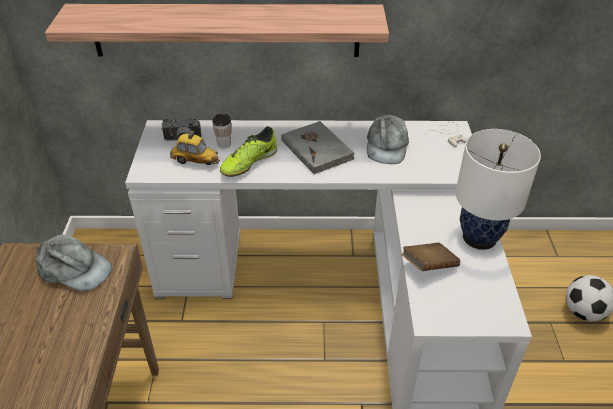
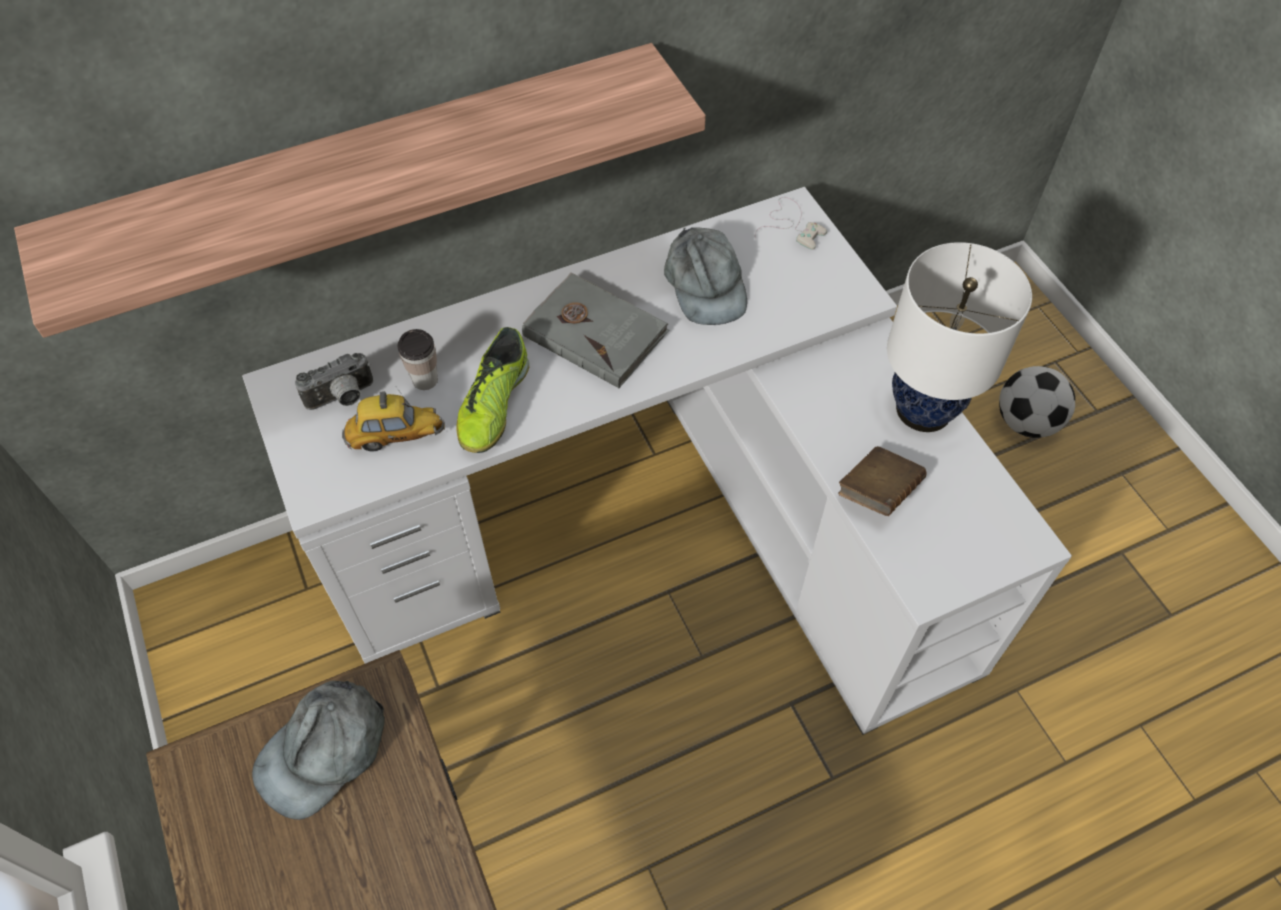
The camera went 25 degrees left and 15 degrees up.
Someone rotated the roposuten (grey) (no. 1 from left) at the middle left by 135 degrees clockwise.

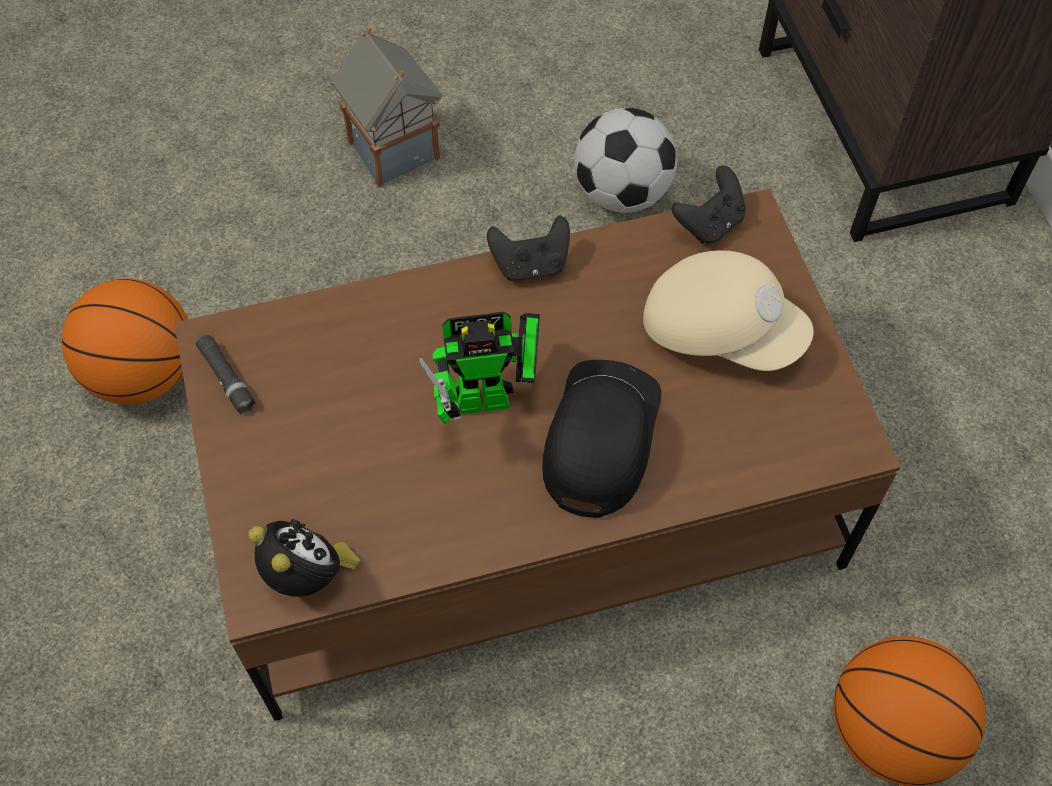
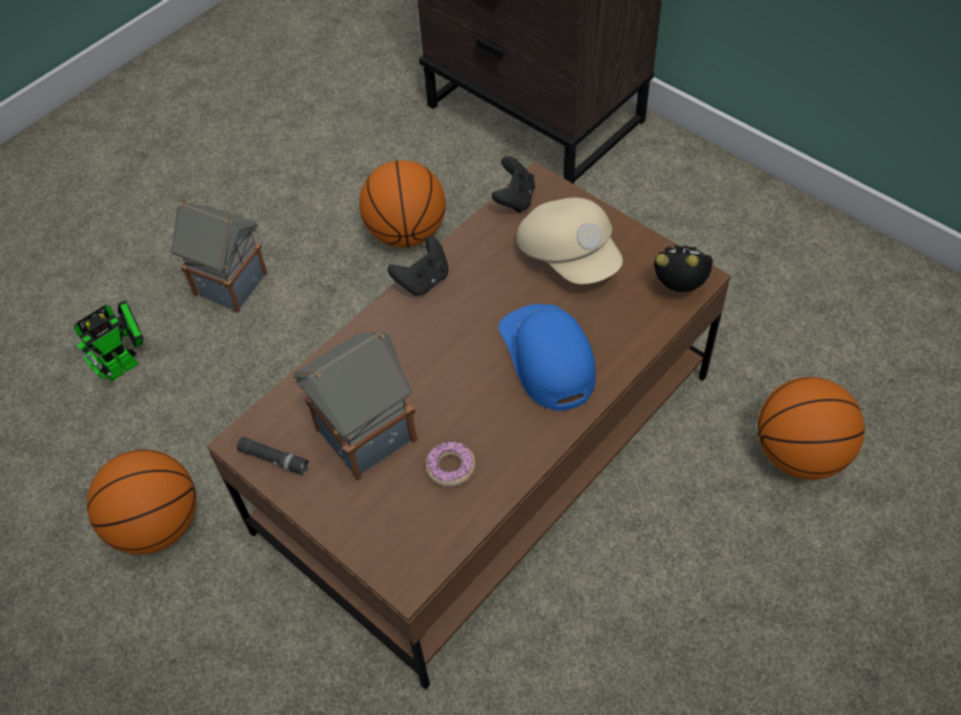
The camera went 30 degrees left and 5 degrees down.
Someone swapped the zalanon at the top centre for the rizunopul (no. 2 from left) at the top centre.
Someone rotated the roposuten (beige) at the middle right by 60 degrees clockwise.
Someone carried the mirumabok from the centre to the middle left.
Someone repainted the roposuten (black) at the centre, which became the roposuten (blue) at the centre.
Someone carried the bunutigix from the bottom left to the middle right.
Someone put down the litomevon (no. 2 from left) at the centre.
Someone put down the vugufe at the centre.

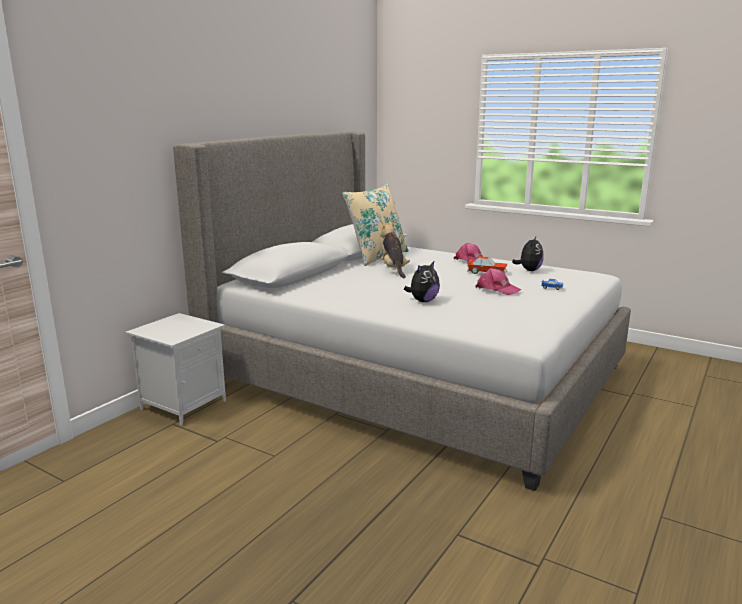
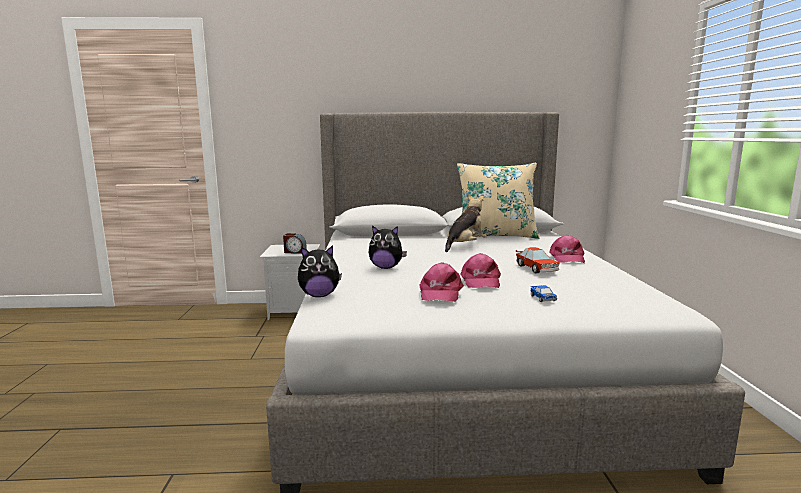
The camera went 55 degrees right and 5 degrees down.
Someone carried the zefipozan (no. 3 from left in the first image) from the middle right to the centre.
Someone put down the bunutigix at the centre.
Someone put down the roposuten (pink) (no. 1 from left) at the centre.

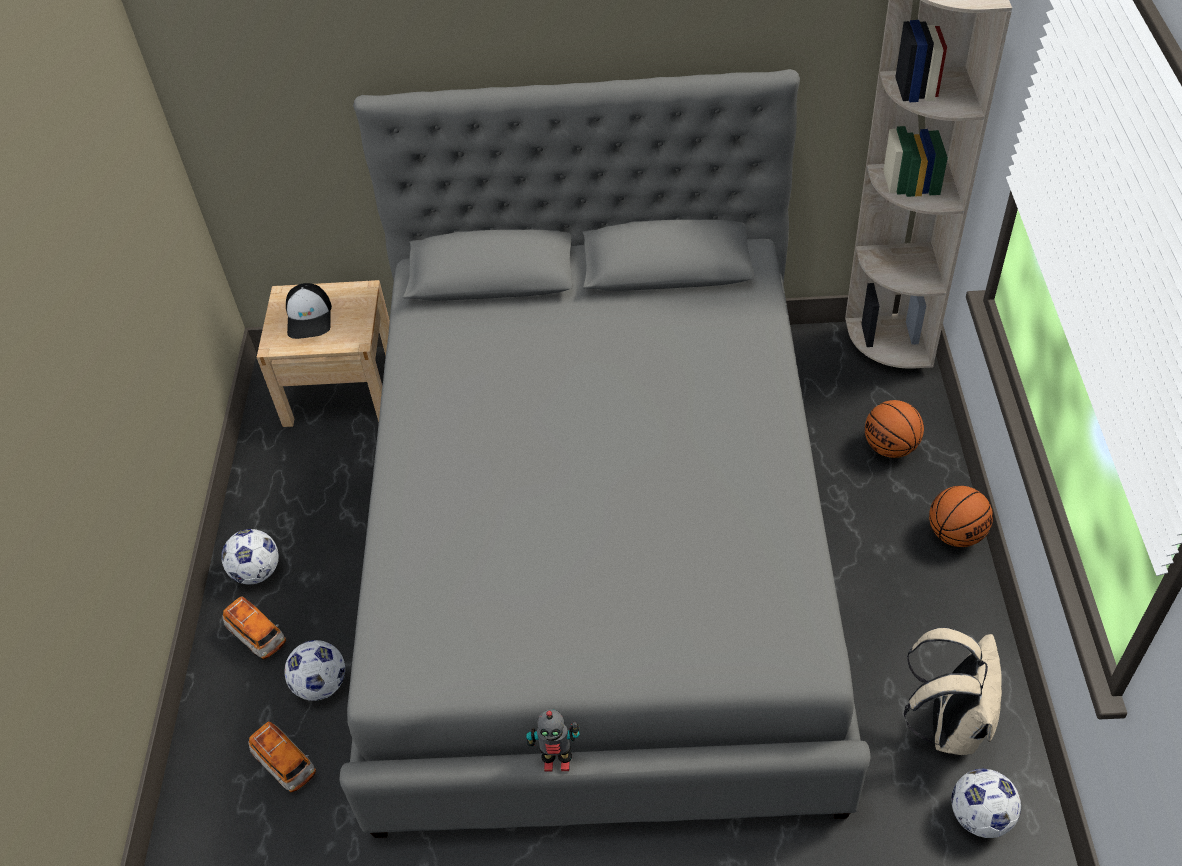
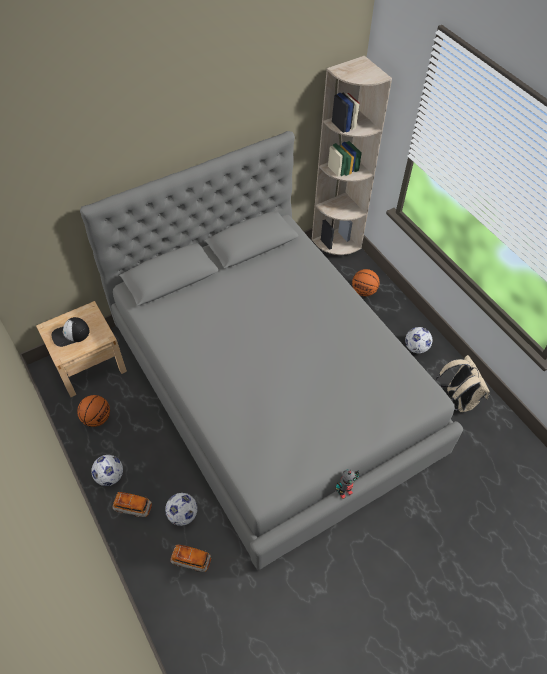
The camera went 35 degrees left and 5 degrees up.
Someone rotated the roposuten at the middle left by 105 degrees clockwise.
Someone carried the rizunopul (no. 2 from left in the first image) from the middle right to the middle left.
Someone carried the zalanon (no. 3 from left) from the bottom right to the middle right.

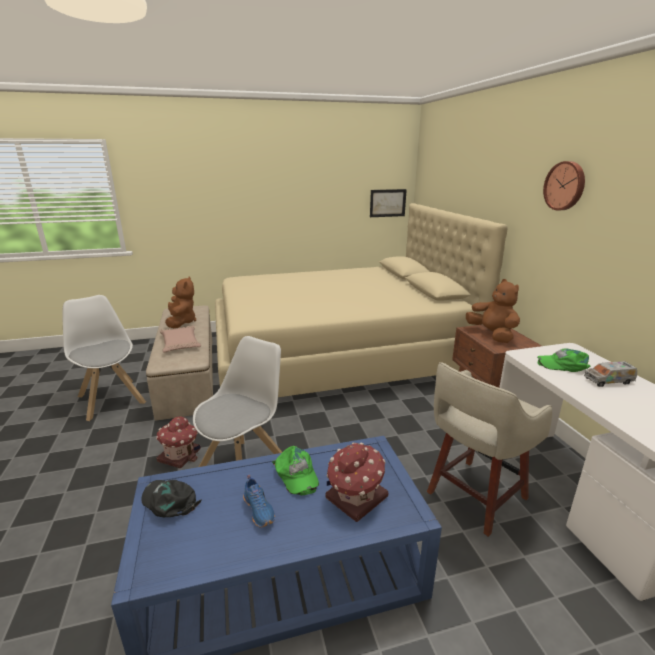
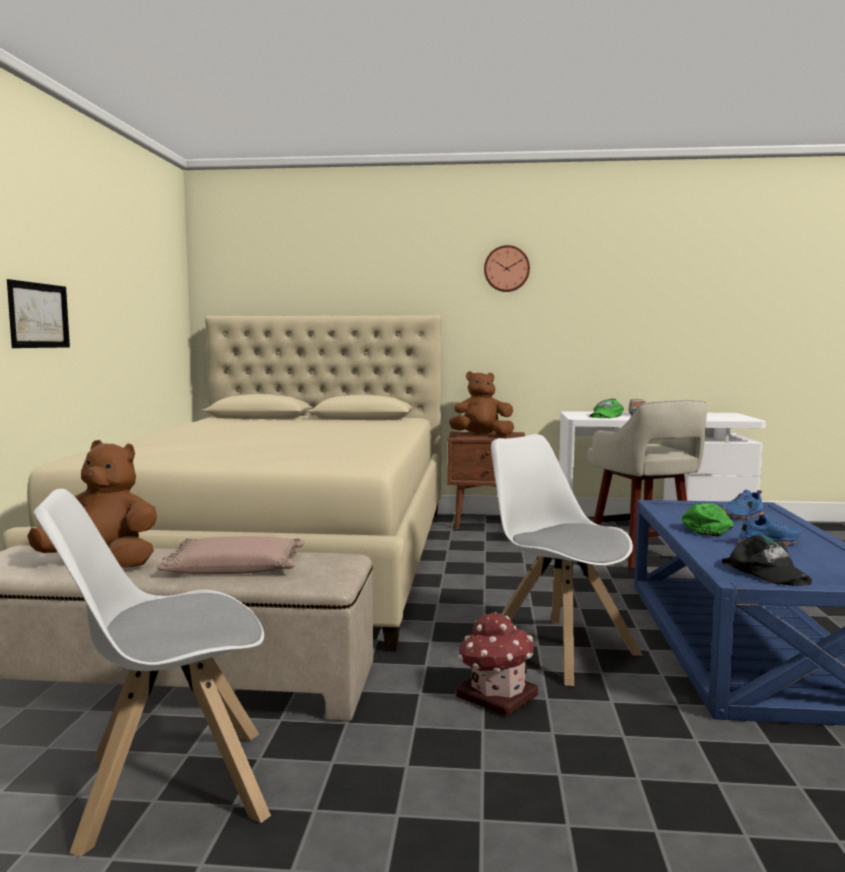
The camera went 70 degrees left and 15 degrees down.
Someone carried the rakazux from the top centre to the middle left.
Someone swapped the litomevon (no. 2 from left) at the bottom centre for the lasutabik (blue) (no. 1 from left) at the middle right.
Someone rotated the roposuten (green) (no. 1 from left in the first image) at the bottom centre by 45 degrees counterclockwise.
Someone rotated the roposuten (black) at the bottom left by 75 degrees counterclockwise.

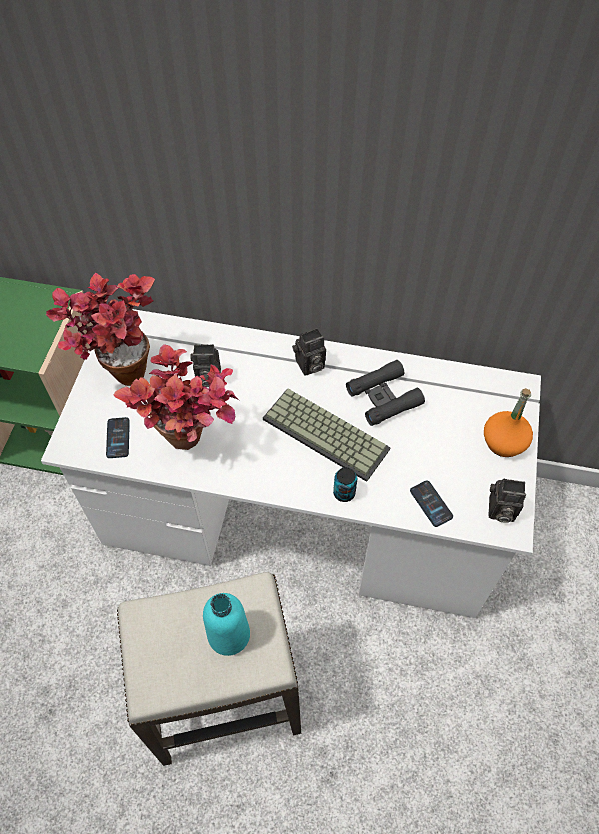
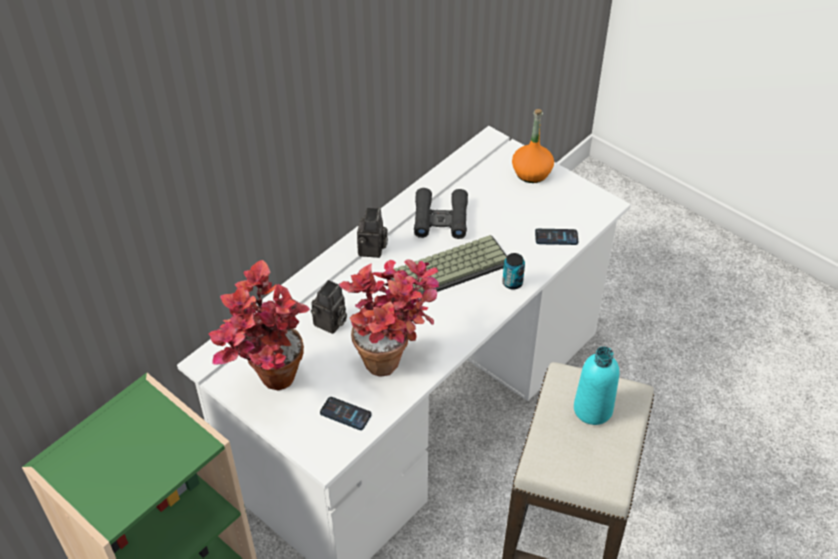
The camera went 60 degrees left and 10 degrees down.
Someone took away the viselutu (no. 3 from left) at the middle right.

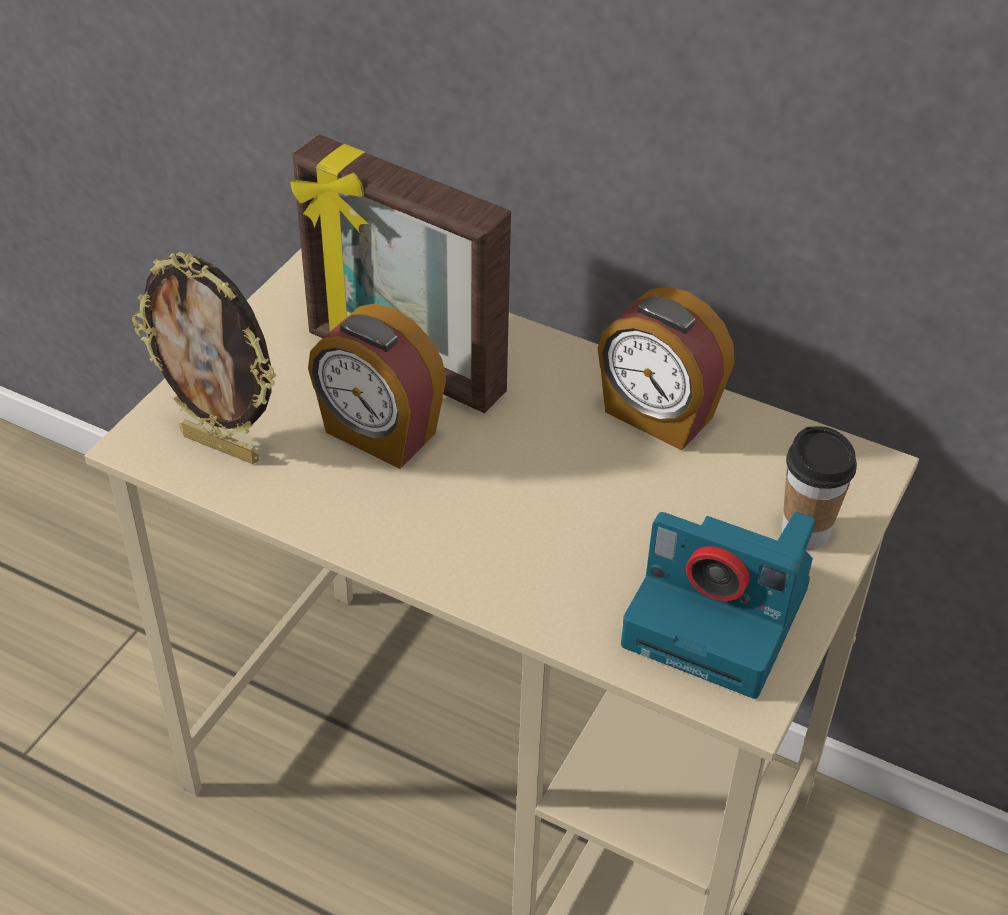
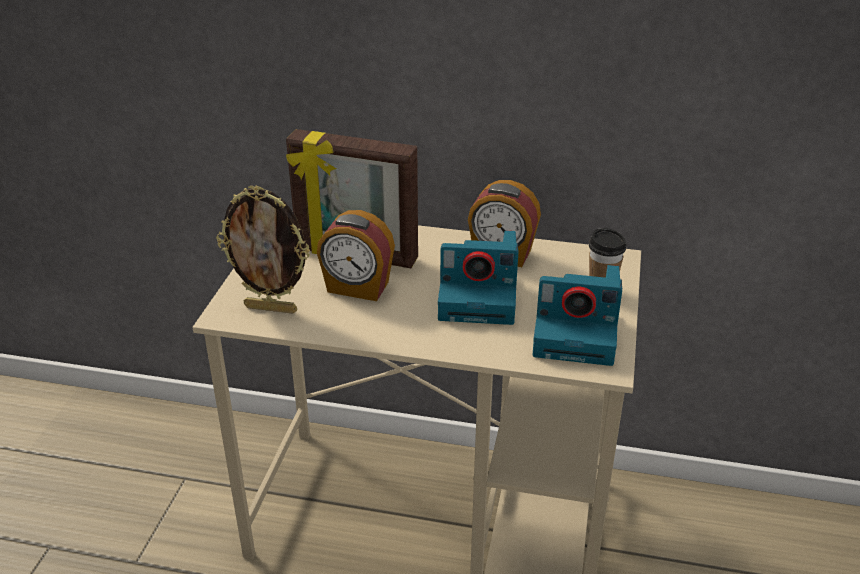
The camera went 15 degrees left and 10 degrees down.
Someone put down the viselutu (no. 1 from left) at the centre.

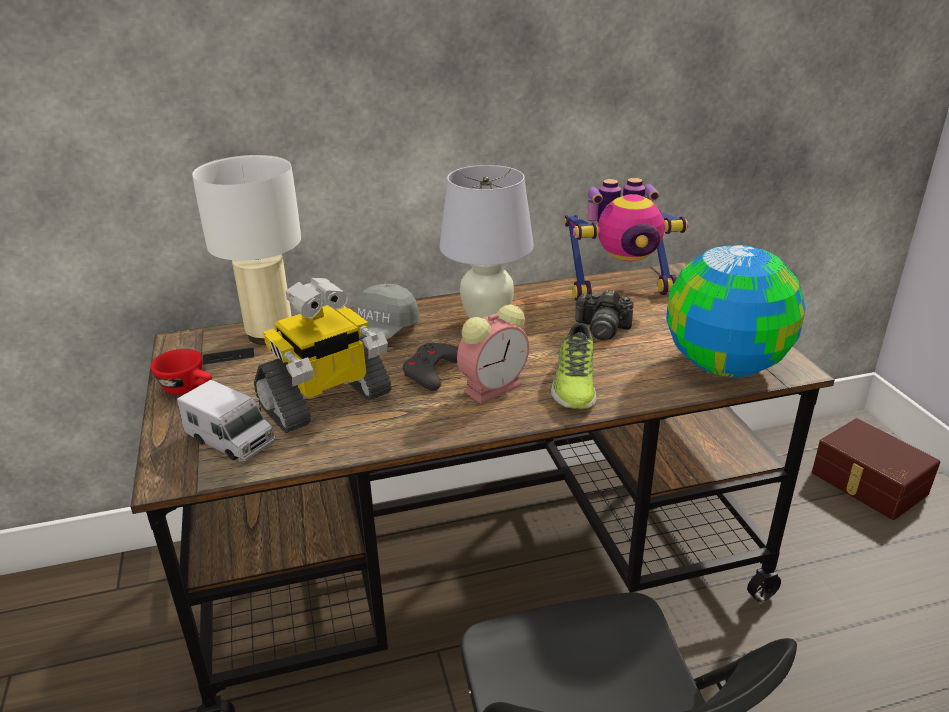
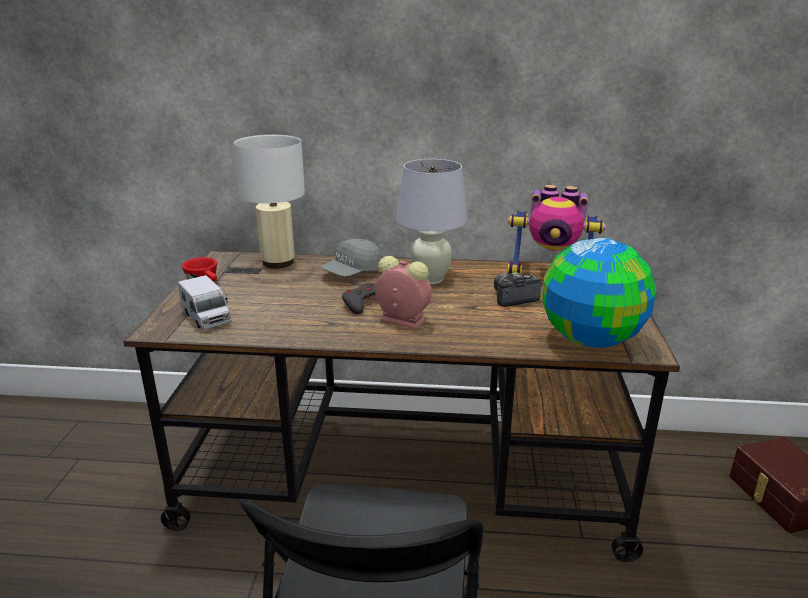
The camera went 20 degrees right and 5 degrees down.
Someone took away the mirumabok (no. 1 from left) at the centre.
Someone rotated the viselutu at the centre by 120 degrees clockwise.
Someone rotated the bunutigix at the centre by 135 degrees counterclockwise.
Someone took away the lasutabik at the centre.

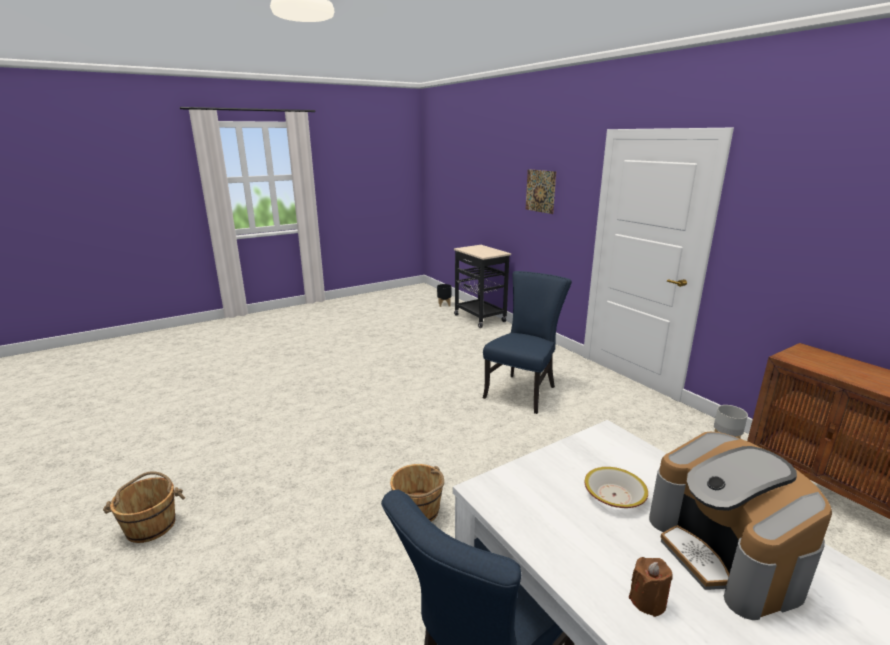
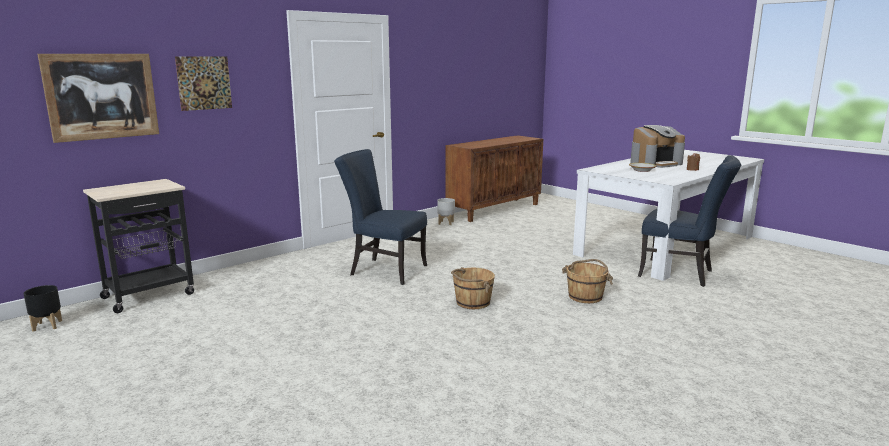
The camera went 100 degrees left and 5 degrees down.
Someone carried the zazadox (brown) (no. 1 from left) from the bottom left to the centre.
Someone put up the rakazux (no. 1 from left) at the top left.

